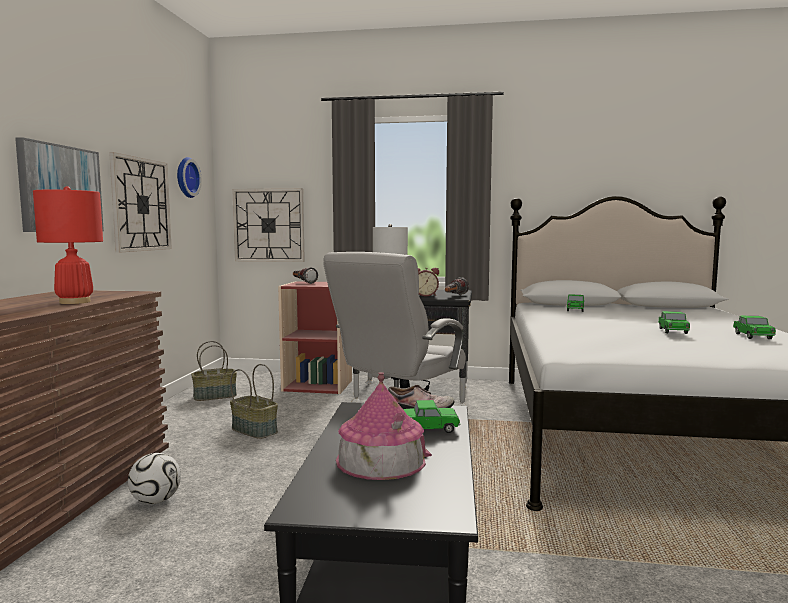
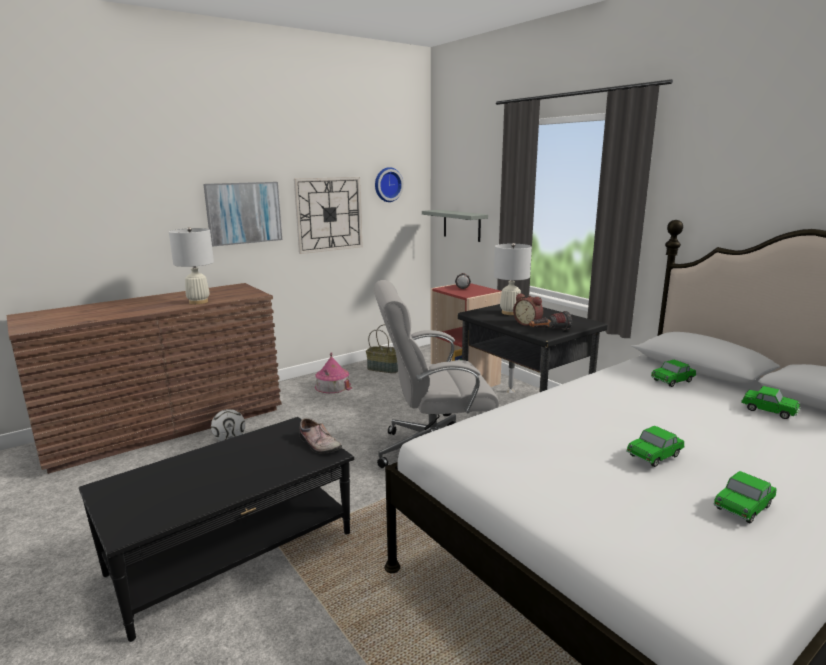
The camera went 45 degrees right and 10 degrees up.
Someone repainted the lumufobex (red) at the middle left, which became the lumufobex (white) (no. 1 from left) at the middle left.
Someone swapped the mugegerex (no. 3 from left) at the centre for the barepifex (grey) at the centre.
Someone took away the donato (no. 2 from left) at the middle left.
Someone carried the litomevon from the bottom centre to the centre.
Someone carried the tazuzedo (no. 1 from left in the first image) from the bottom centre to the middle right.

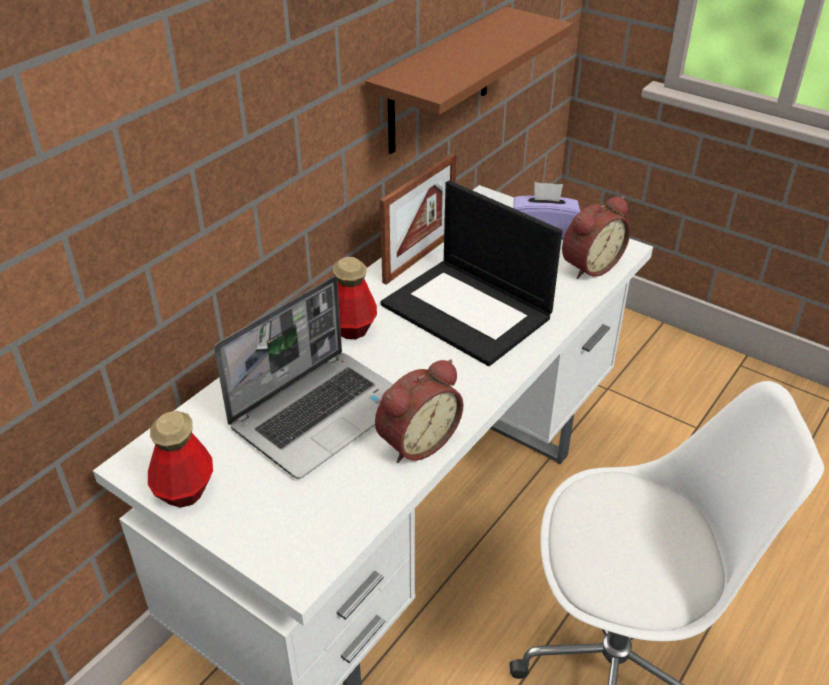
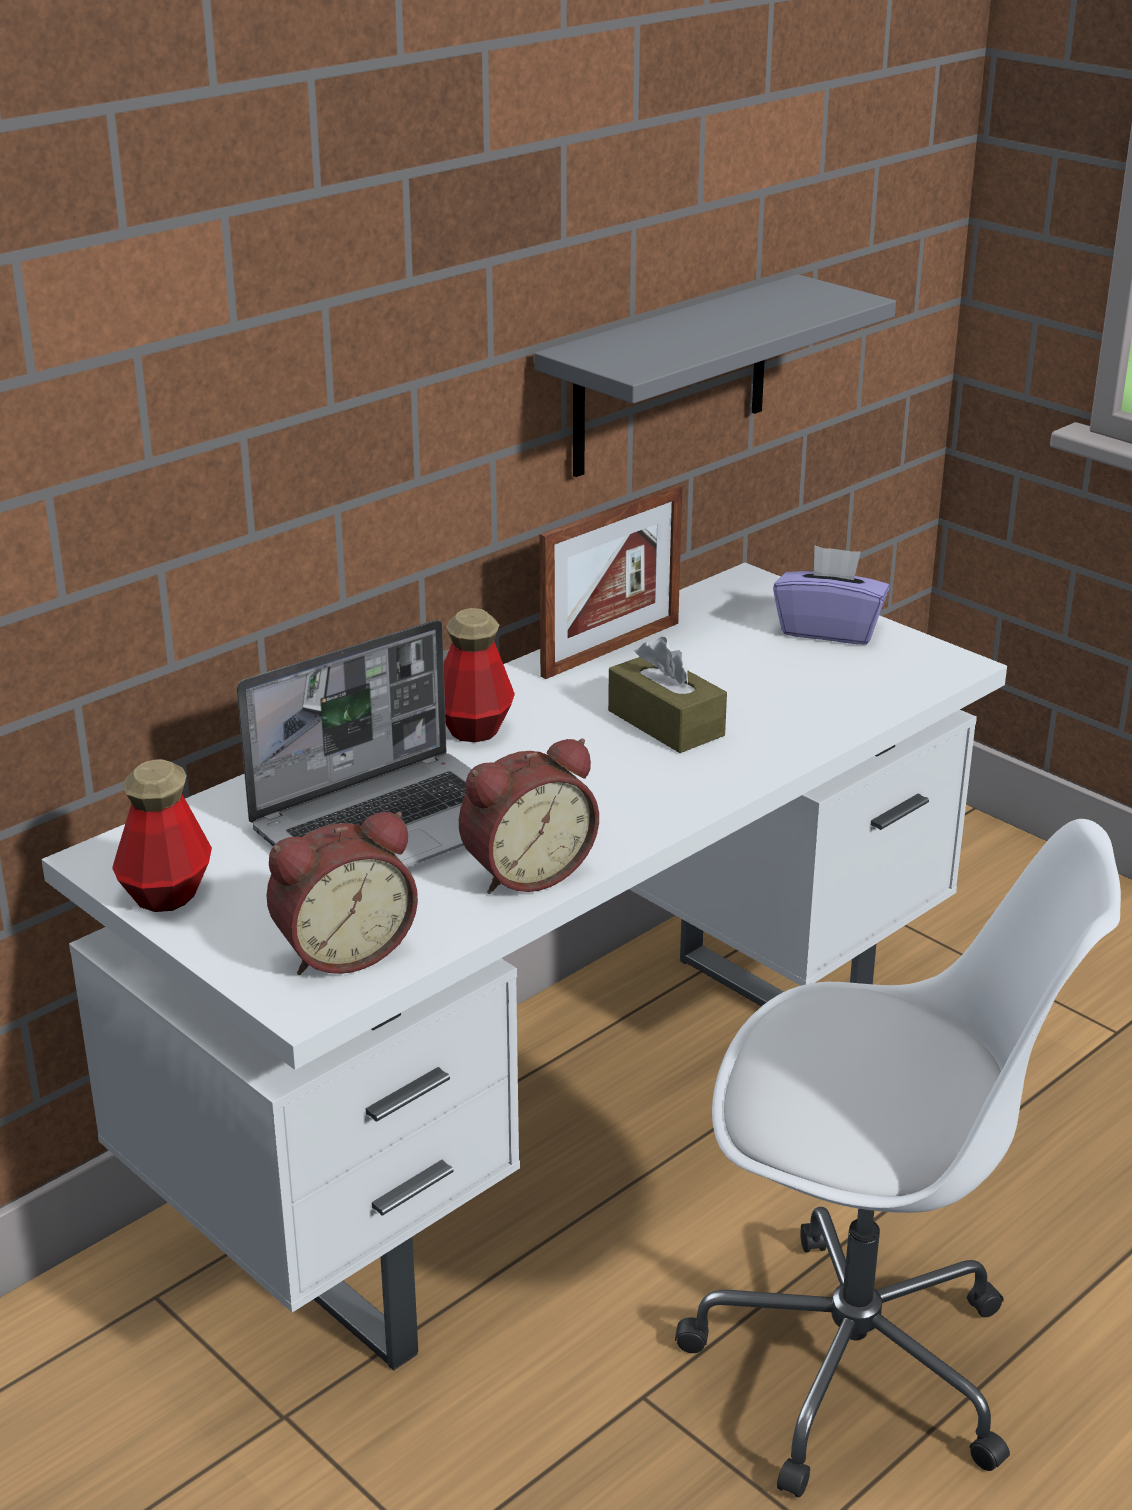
The camera went 10 degrees right and 10 degrees down.
Someone repainted the barepifex (brown) at the top centre, which became the barepifex (grey) at the top centre.
Someone swapped the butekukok (no. 2 from left) at the centre for the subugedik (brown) at the centre.
Someone carried the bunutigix (no. 2 from left in the first image) from the middle right to the middle left.

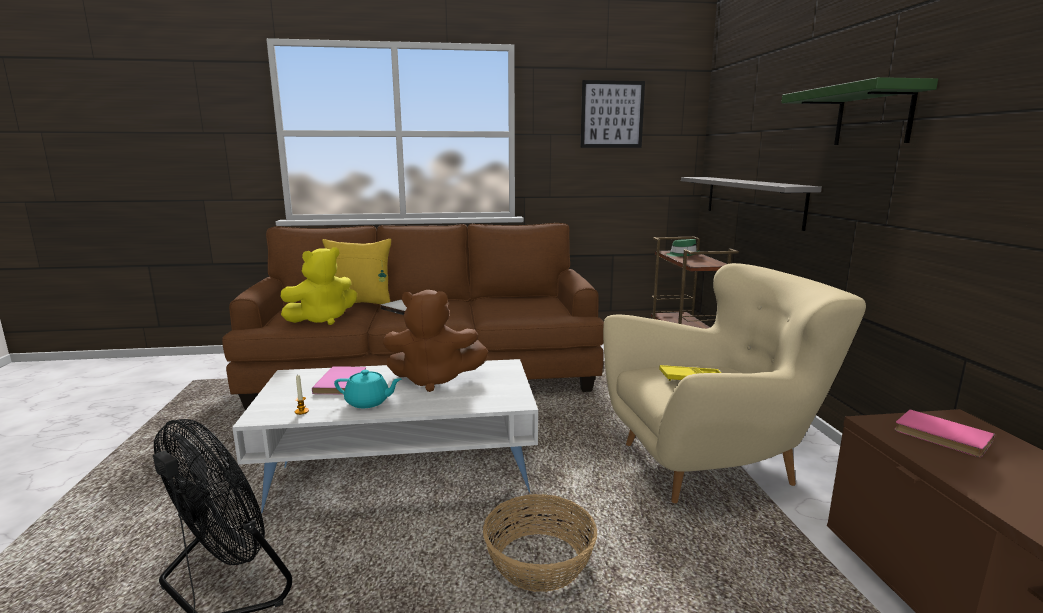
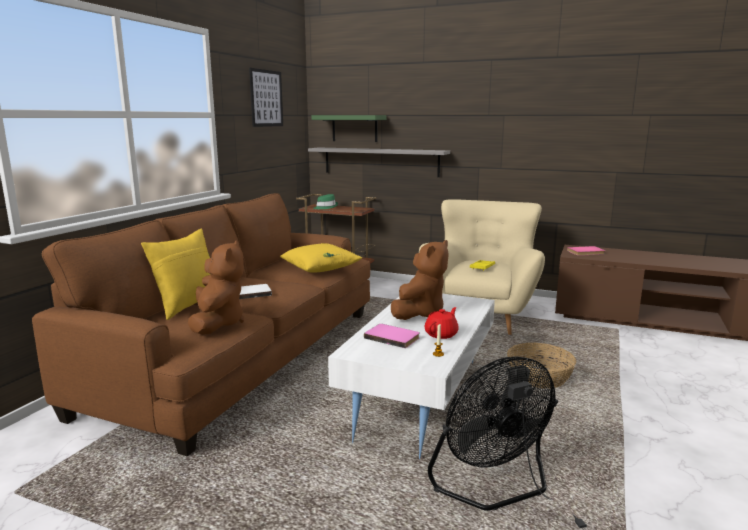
The camera went 60 degrees left and 0 degrees up.
Someone carried the barepifex (green) from the top right to the top centre.
Someone repainted the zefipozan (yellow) at the middle left, which became the zefipozan (brown) (no. 1 from left) at the middle left.
Someone repainted the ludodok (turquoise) at the centre, which became the ludodok (red) at the centre.
Someone put down the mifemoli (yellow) (no. 2 from left) at the centre.

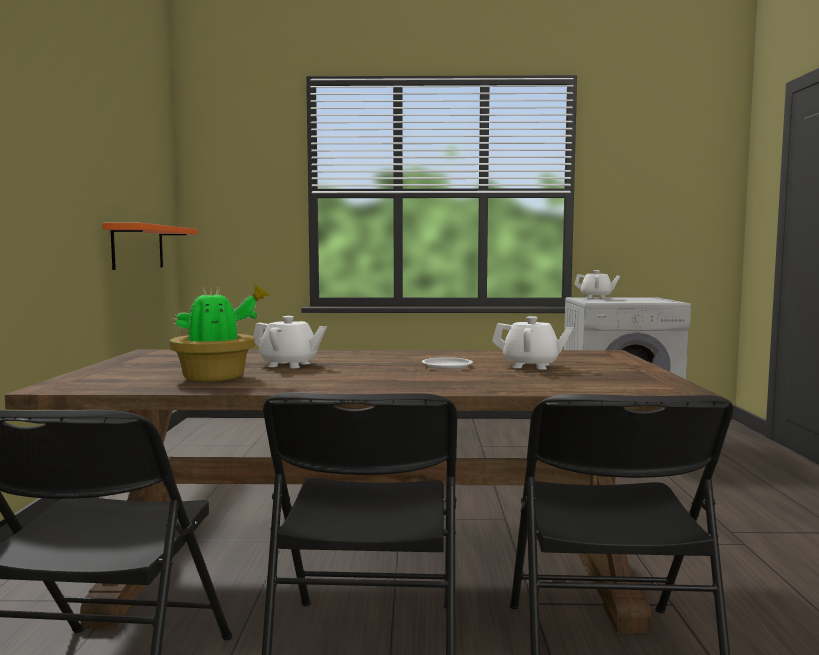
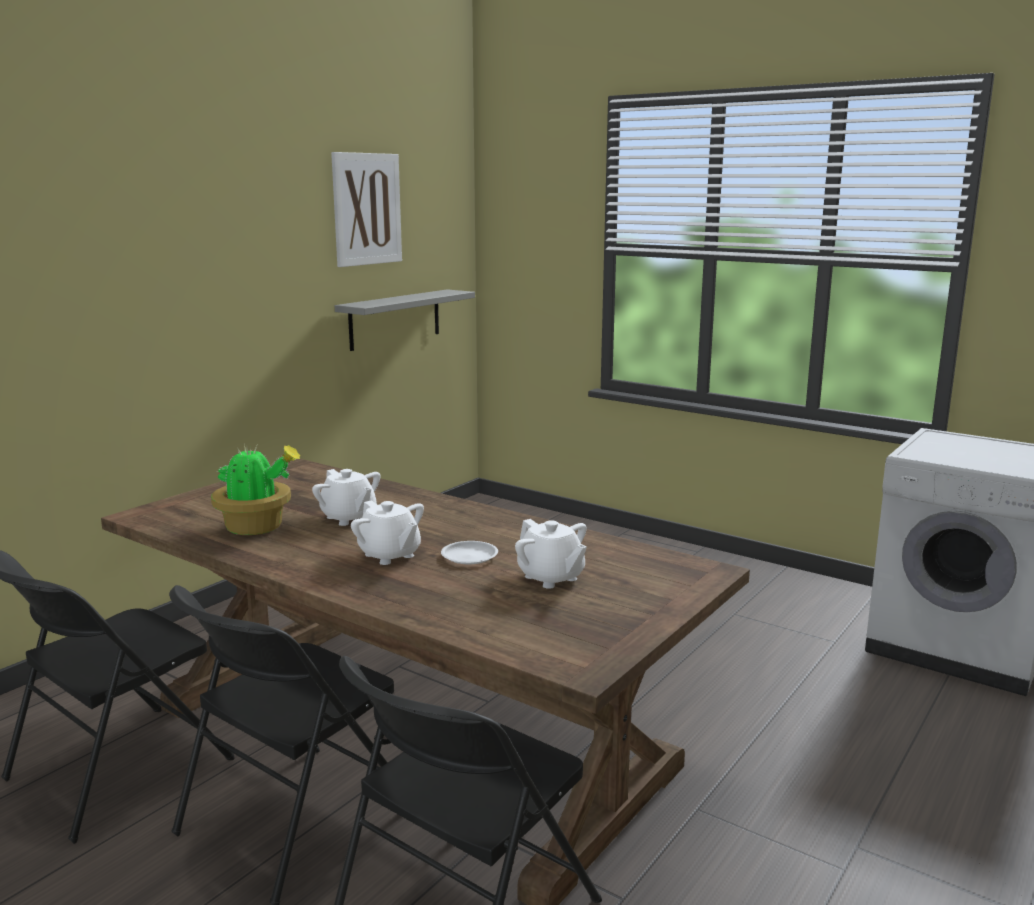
The camera went 35 degrees right and 10 degrees up.
Someone repainted the barepifex (orange) at the middle left, which became the barepifex (grey) at the centre.
Someone carried the ludodok (white) (no. 3 from left in the first image) from the middle right to the centre.
Someone put up the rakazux at the top centre.

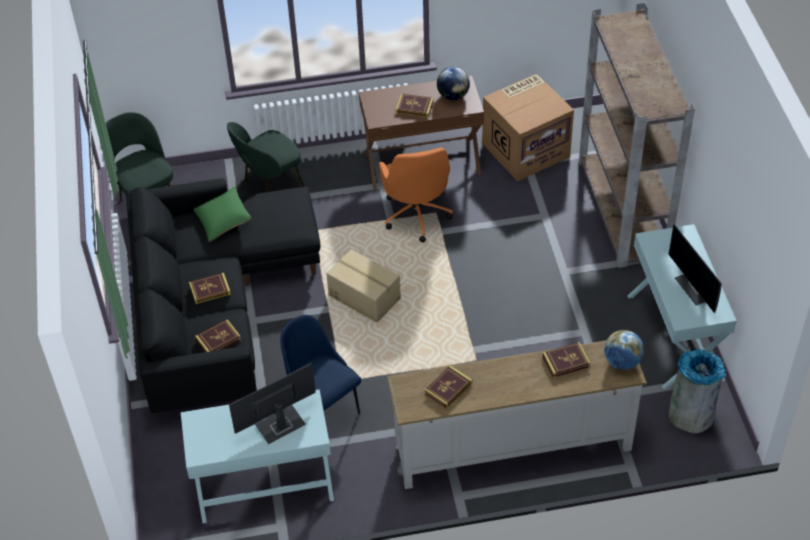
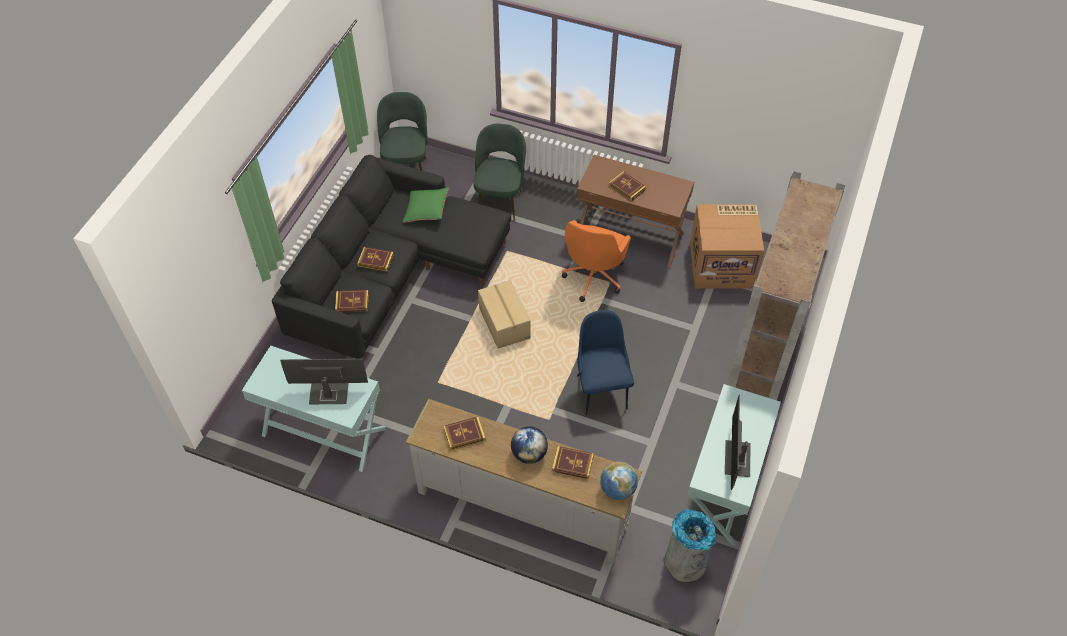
The camera went 30 degrees right and 5 degrees up.
Someone carried the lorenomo (no. 1 from left) from the top centre to the bottom centre.
Someone rotated the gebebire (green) (no. 2 from left) at the top left by 105 degrees clockwise.
Someone carried the gebebire (blue) from the bottom centre to the centre.

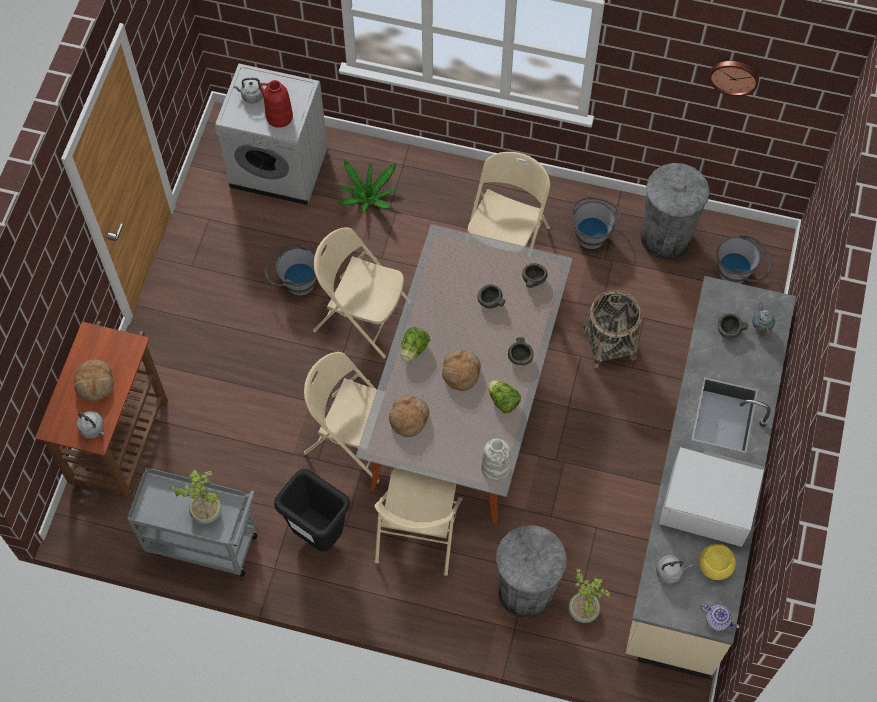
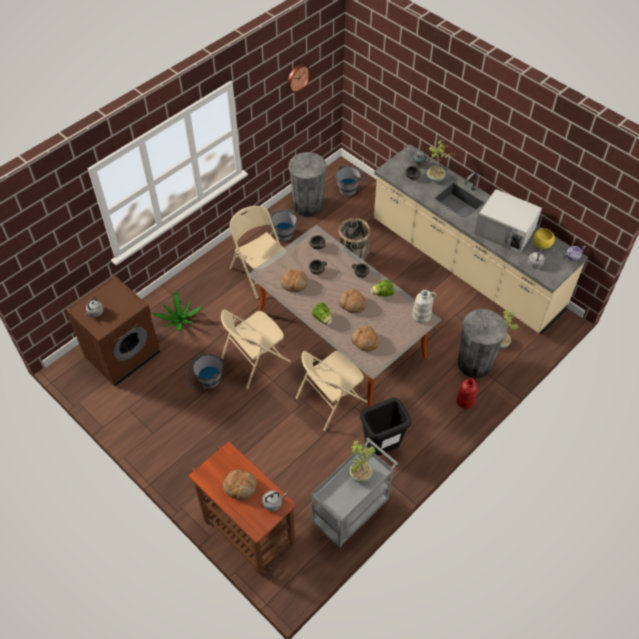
The camera went 60 degrees left and 10 degrees down.
Someone repainted the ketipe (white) at the top left, which became the ketipe (brown) at the middle left.
Someone carried the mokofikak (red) from the top left to the middle right.
Someone rotated the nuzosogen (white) at the bottom right by 105 degrees counterclockwise.
Someone took away the gebebire (beige) (no. 3 from left) at the bottom centre.
Someone put down the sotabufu (no. 3 from left) at the top right.
Someone put down the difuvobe (no. 2 from left) at the centre.

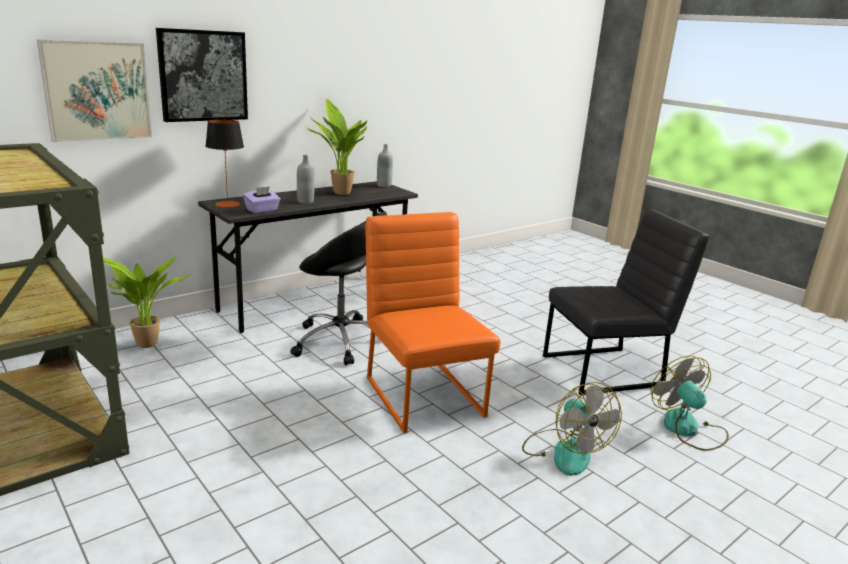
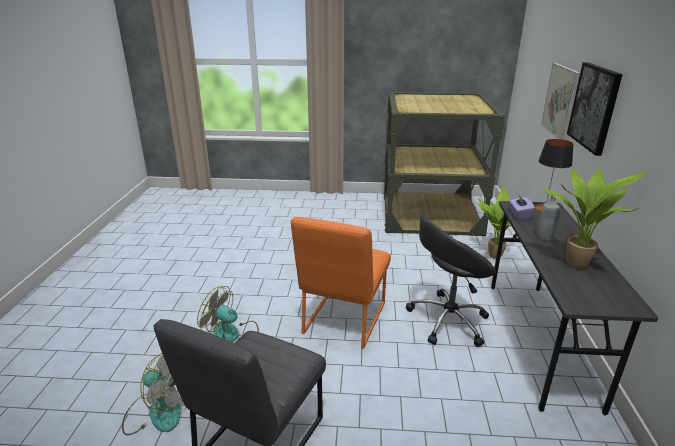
The camera went 135 degrees right and 5 degrees up.
Someone took away the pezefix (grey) (no. 2 from left) at the top centre.
Someone rotated the gebebire (orange) at the centre by 90 degrees clockwise.

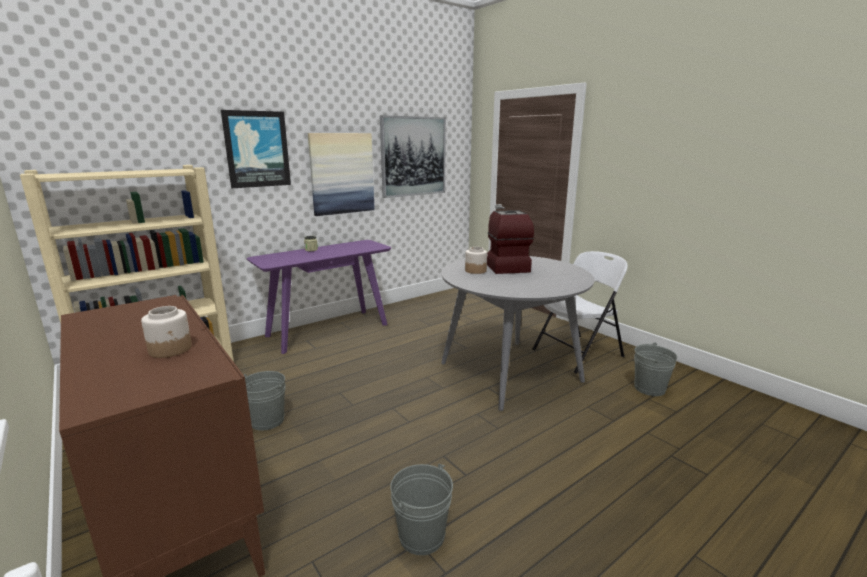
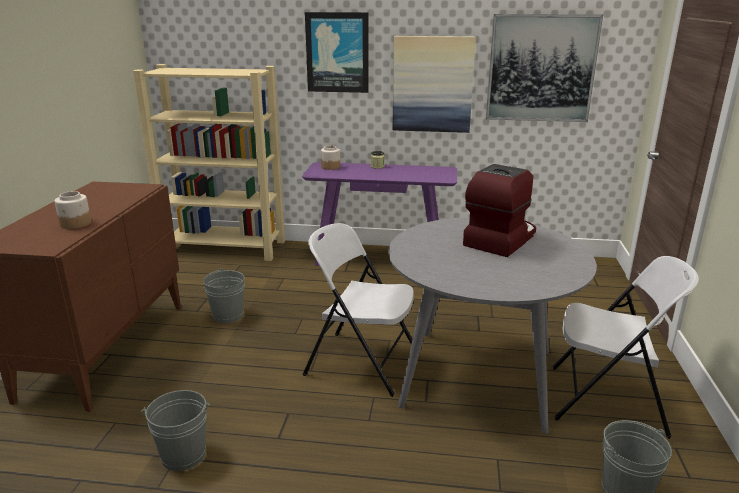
The camera went 45 degrees right and 5 degrees up.
Someone carried the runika (no. 3 from left in the first image) from the centre to the top centre.
Someone put down the gebebire (white) (no. 1 from left) at the centre.

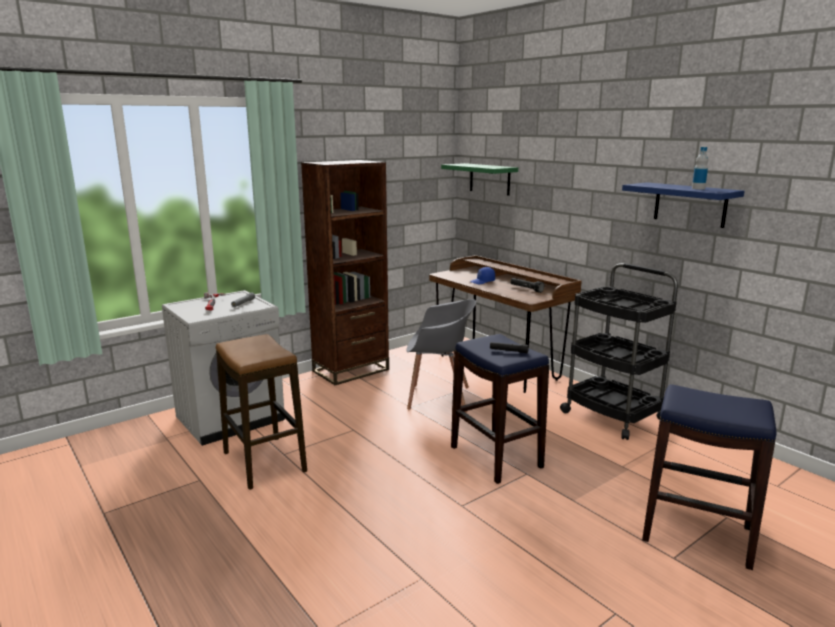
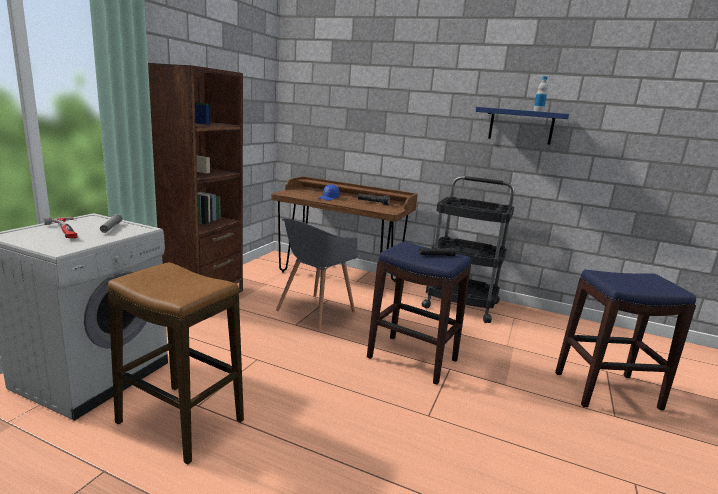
The camera went 30 degrees left and 0 degrees up.
Someone took away the barepifex (green) at the top centre.
Someone rotated the gebebire (grey) at the centre by 150 degrees clockwise.

